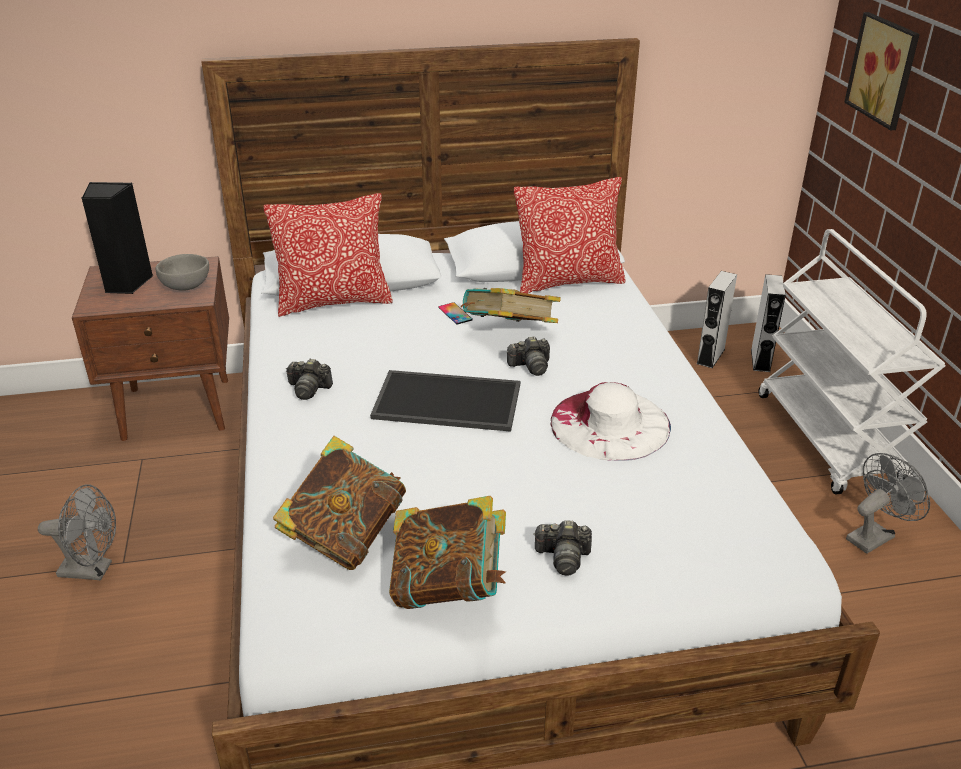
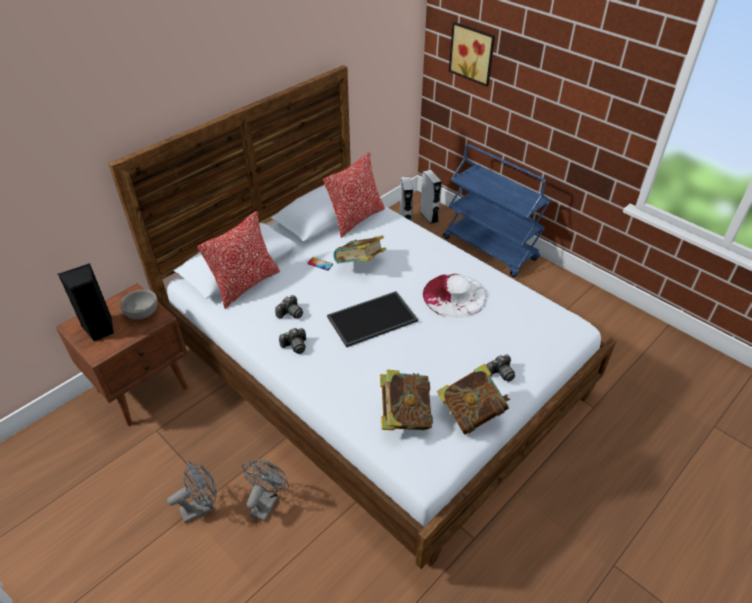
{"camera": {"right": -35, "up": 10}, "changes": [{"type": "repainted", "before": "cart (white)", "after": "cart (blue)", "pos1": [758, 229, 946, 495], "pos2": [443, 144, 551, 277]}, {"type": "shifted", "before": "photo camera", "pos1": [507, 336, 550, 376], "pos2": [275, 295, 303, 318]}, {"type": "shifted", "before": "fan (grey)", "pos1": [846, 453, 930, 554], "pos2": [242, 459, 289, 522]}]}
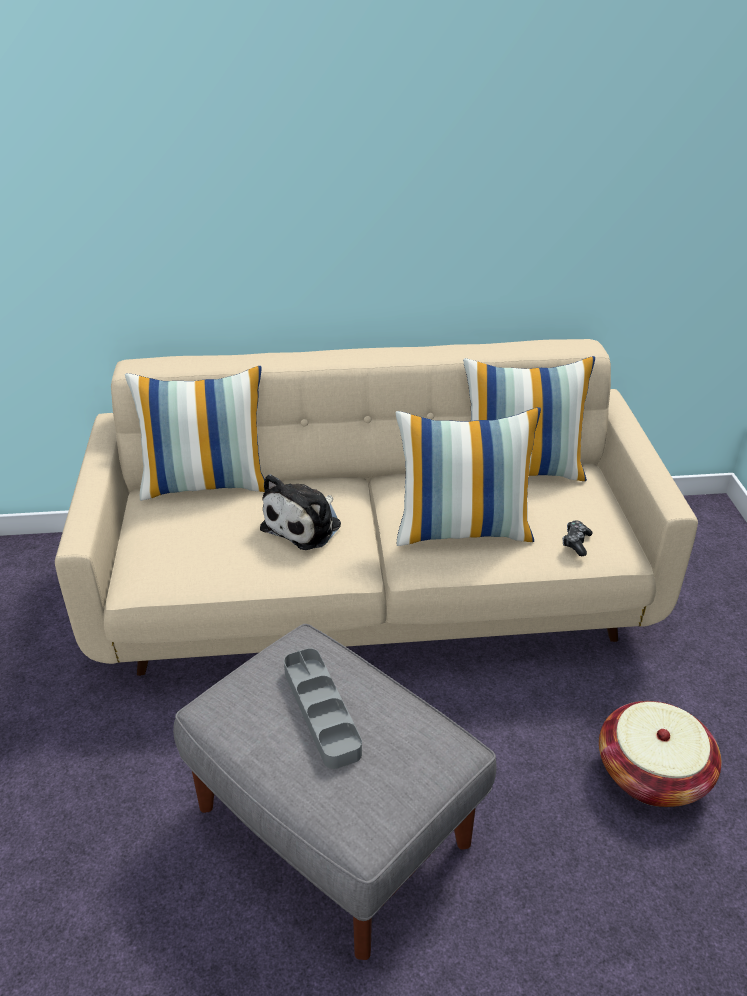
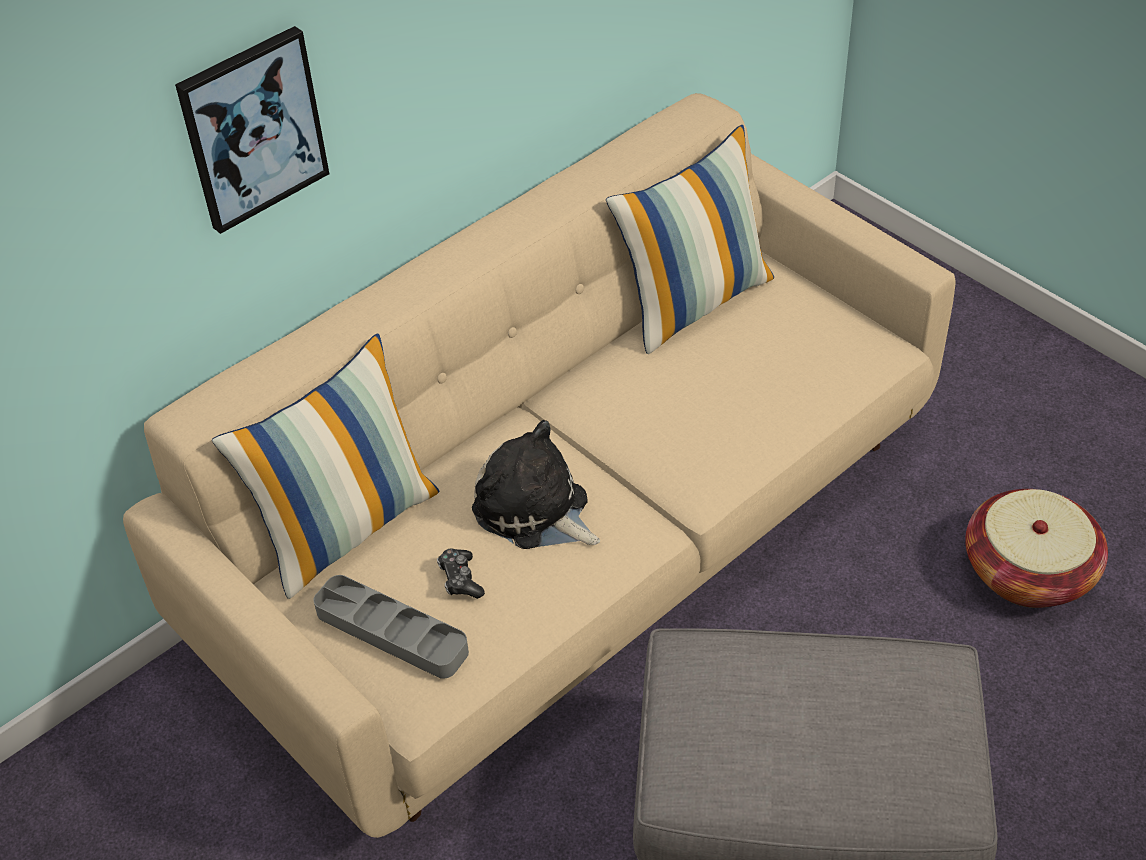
{"camera": {"right": -35, "up": 10}, "changes": [{"type": "gone", "before": "pillow", "pos1": [396, 407, 541, 546]}, {"type": "rotated", "before": "plush toy", "pos1": [260, 474, 341, 550], "pos2": [472, 420, 600, 549], "turn": 135}, {"type": "shifted", "before": "game controller", "pos1": [563, 520, 592, 556], "pos2": [437, 549, 485, 599]}, {"type": "shifted", "before": "tray (grey)", "pos1": [284, 648, 362, 769], "pos2": [314, 575, 469, 679]}, {"type": "new", "after": "picture", "pos2": [175, 26, 329, 234]}]}
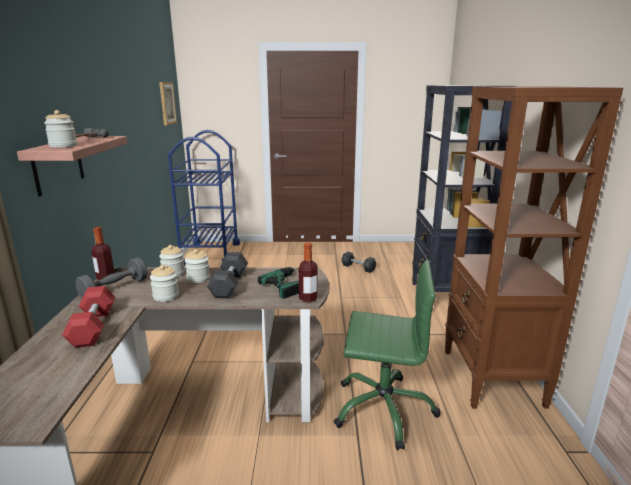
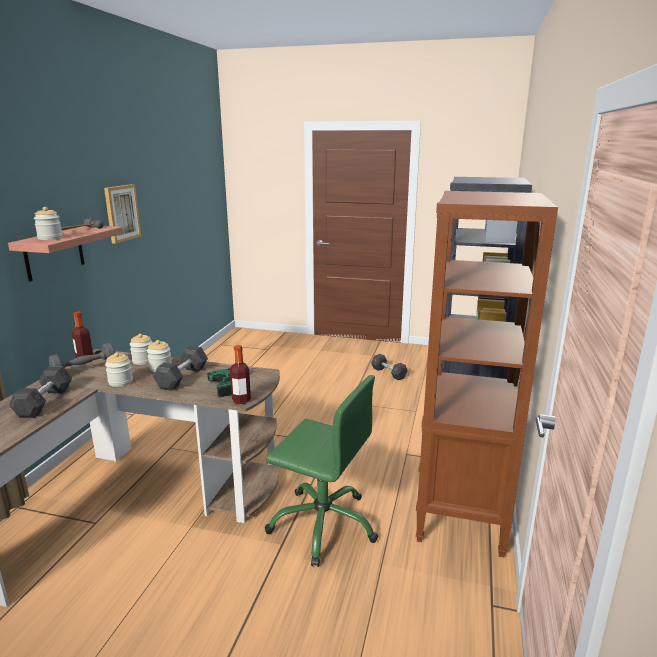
{"camera": {"right": 15, "up": 0}, "changes": [{"type": "shifted", "before": "picture", "pos1": [159, 82, 177, 125], "pos2": [104, 184, 141, 244]}, {"type": "gone", "before": "cart (blue)", "pos1": [168, 130, 240, 266]}, {"type": "repainted", "before": "dumbbell (red)", "after": "dumbbell (grey)", "pos1": [62, 286, 116, 348], "pos2": [9, 366, 72, 418]}]}
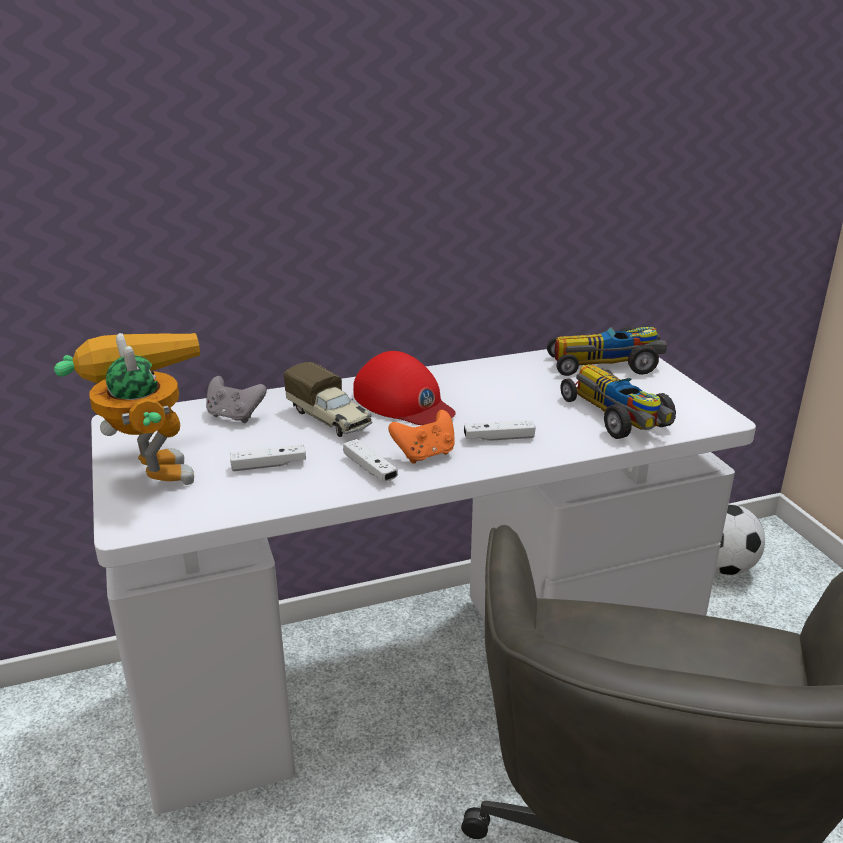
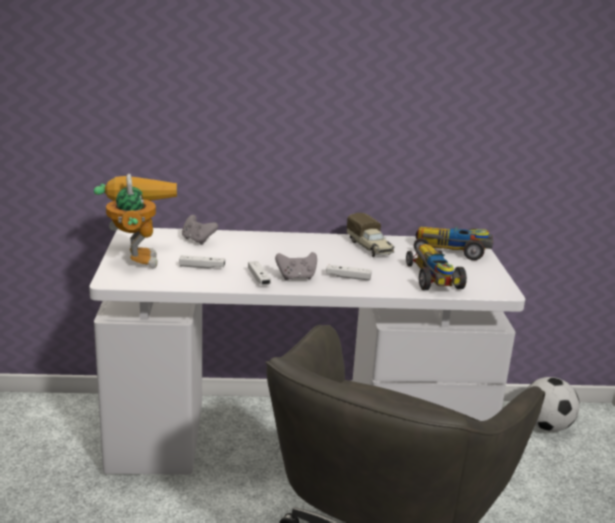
{"camera": {"right": 15, "up": -5}, "changes": [{"type": "gone", "before": "cap (red)", "pos1": [353, 351, 456, 425]}, {"type": "shifted", "before": "toy truck", "pos1": [284, 362, 373, 437], "pos2": [347, 213, 395, 257]}, {"type": "repainted", "before": "game controller (orange)", "after": "game controller (grey)", "pos1": [388, 410, 455, 464], "pos2": [275, 252, 317, 281]}]}
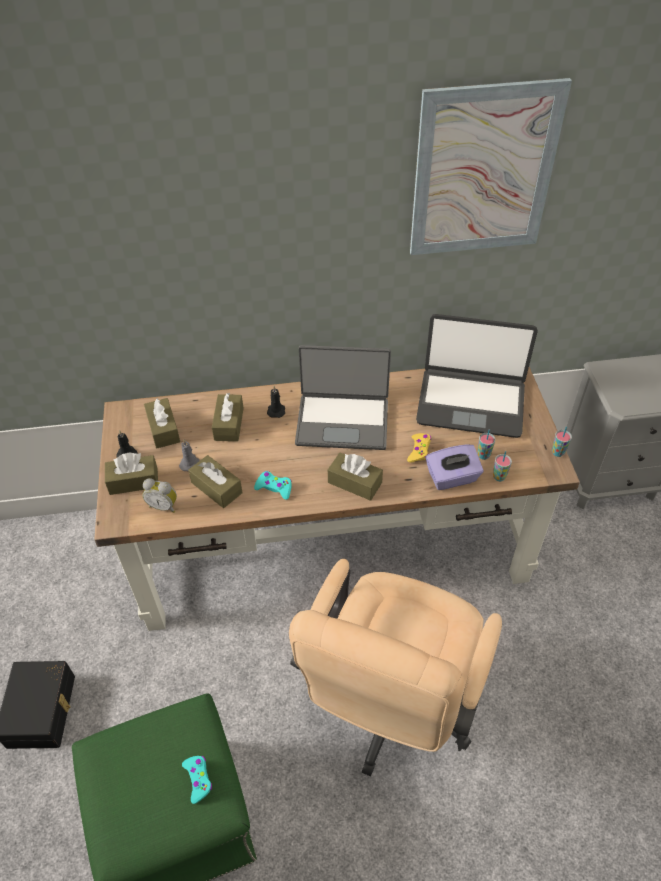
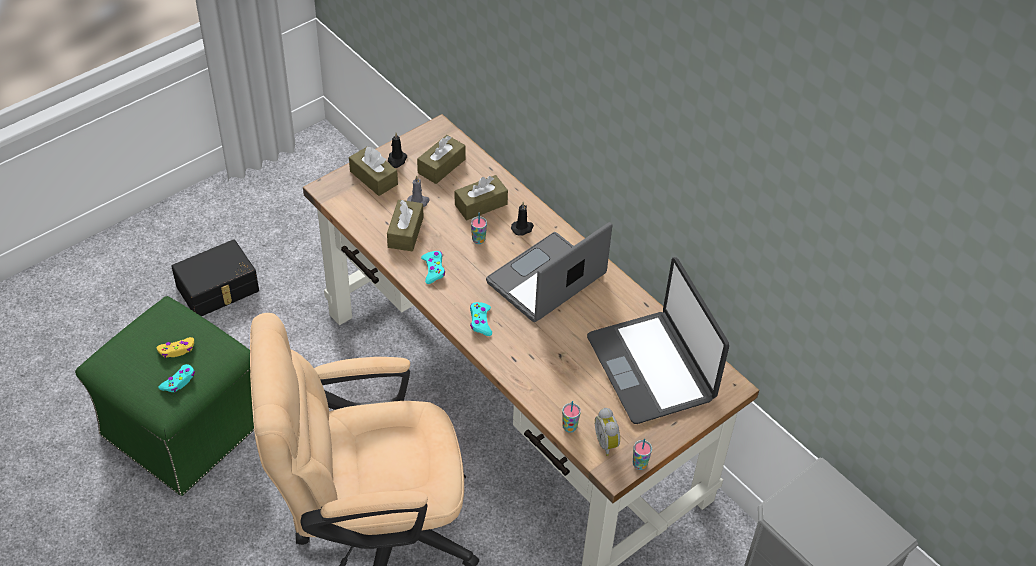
{"camera": {"right": 55, "up": 0}, "changes": [{"type": "gone", "before": "picture", "pos1": [410, 78, 572, 255]}, {"type": "rotated", "before": "laptop", "pos1": [295, 345, 391, 450], "pos2": [486, 222, 612, 322], "turn": 75}, {"type": "shifted", "before": "cup", "pos1": [477, 430, 495, 460], "pos2": [471, 213, 487, 244]}, {"type": "shifted", "before": "game controller (yellow)", "pos1": [407, 433, 431, 463], "pos2": [156, 337, 194, 358]}, {"type": "gone", "before": "tissue box (purple)", "pos1": [426, 445, 484, 490]}, {"type": "swapped", "before": "tissue box (brown)", "after": "game controller (turquoise)", "pos1": [328, 453, 383, 501], "pos2": [470, 302, 492, 336]}, {"type": "shifted", "before": "alarm clock", "pos1": [142, 478, 177, 513], "pos2": [595, 408, 620, 456]}]}
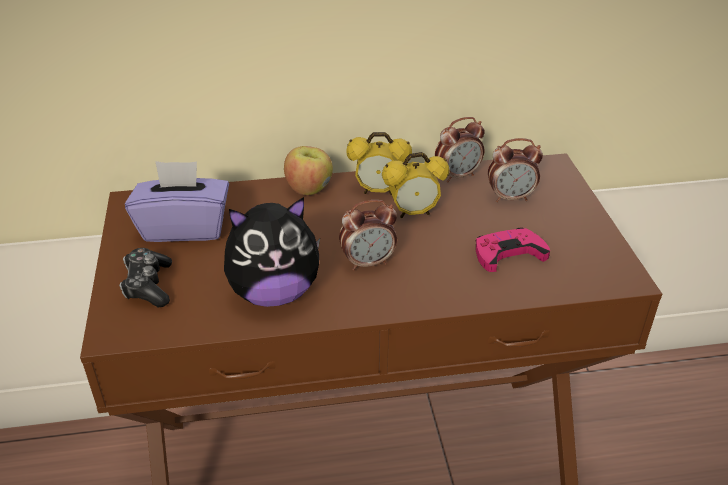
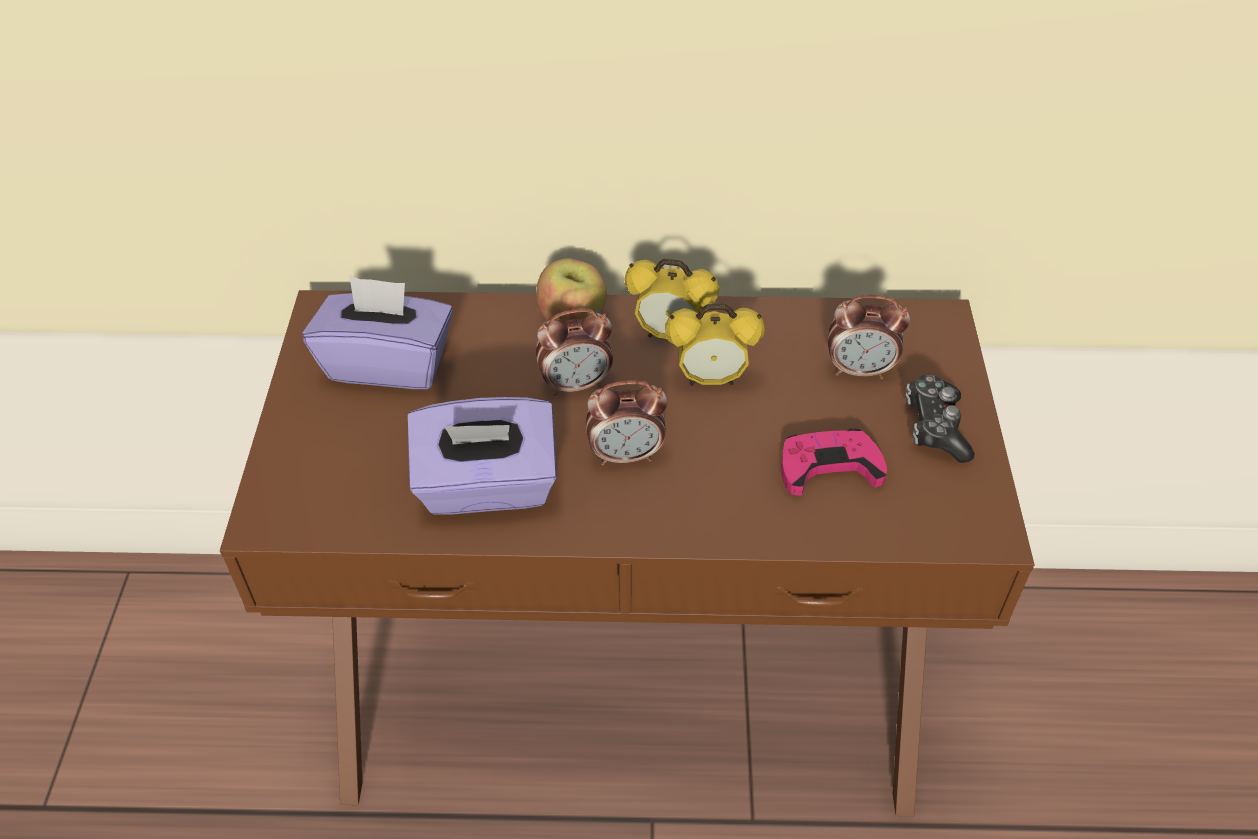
{"camera": {"right": 10, "up": 10}, "changes": [{"type": "shifted", "before": "alarm clock", "pos1": [435, 117, 485, 182], "pos2": [536, 309, 613, 396]}, {"type": "swapped", "before": "plush toy", "after": "tissue box (purple)", "pos1": [224, 197, 320, 307], "pos2": [408, 397, 557, 515]}, {"type": "shifted", "before": "game controller", "pos1": [119, 248, 172, 308], "pos2": [906, 374, 974, 463]}]}
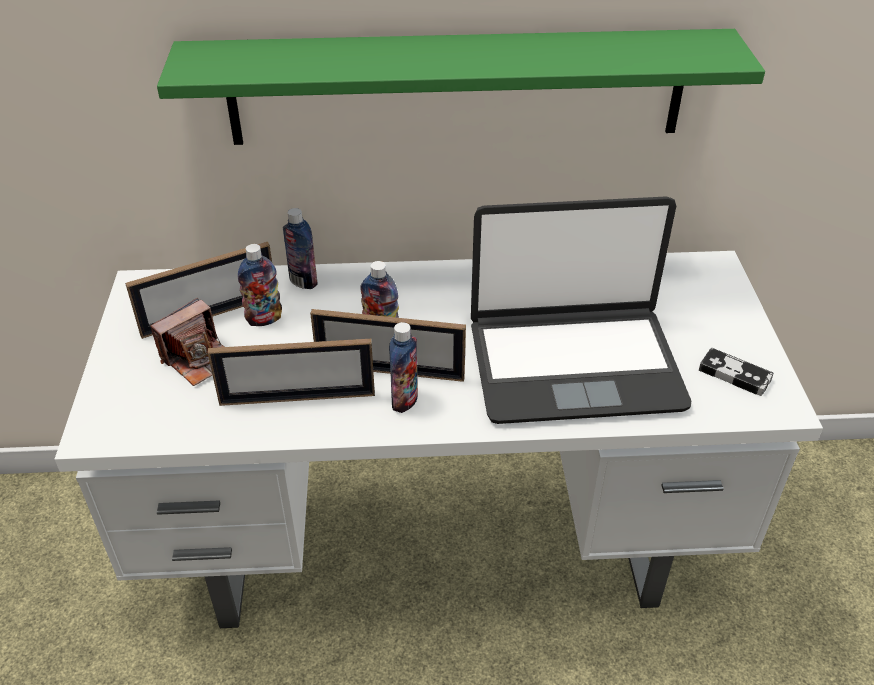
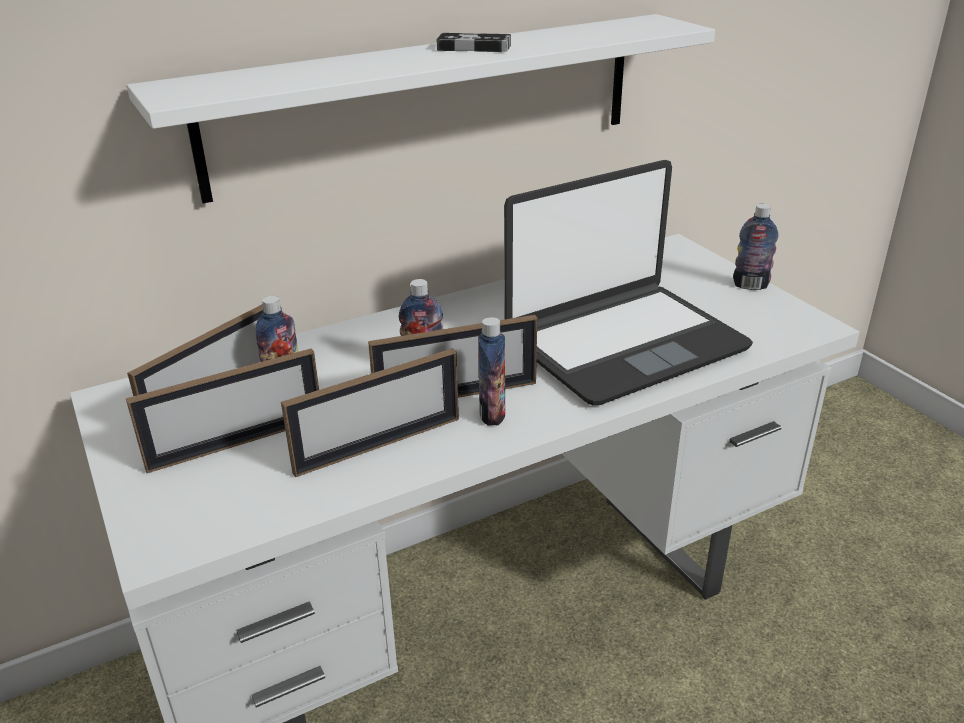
{"camera": {"right": -25, "up": -10}, "changes": [{"type": "repainted", "before": "shelf (green)", "after": "shelf (white)", "pos1": [157, 29, 765, 145], "pos2": [127, 14, 715, 203]}, {"type": "shifted", "before": "bottle", "pos1": [283, 208, 318, 289], "pos2": [733, 204, 778, 290]}, {"type": "swapped", "before": "photo camera", "after": "picture frame", "pos1": [150, 298, 224, 386], "pos2": [126, 348, 319, 473]}, {"type": "shifted", "before": "game controller", "pos1": [699, 348, 774, 396], "pos2": [436, 33, 511, 52]}]}
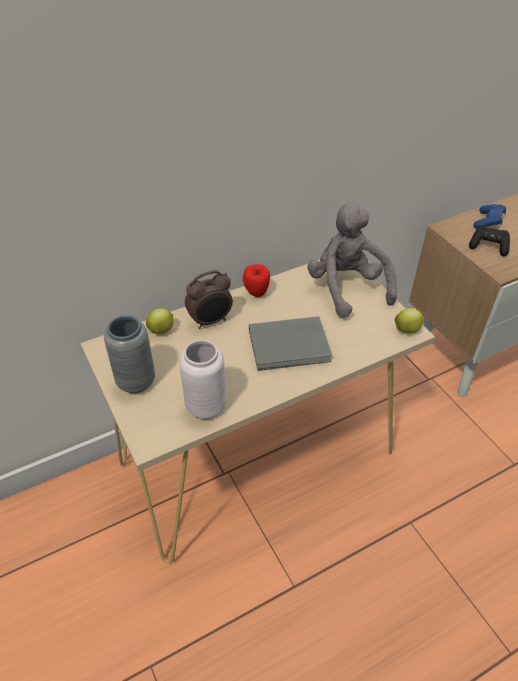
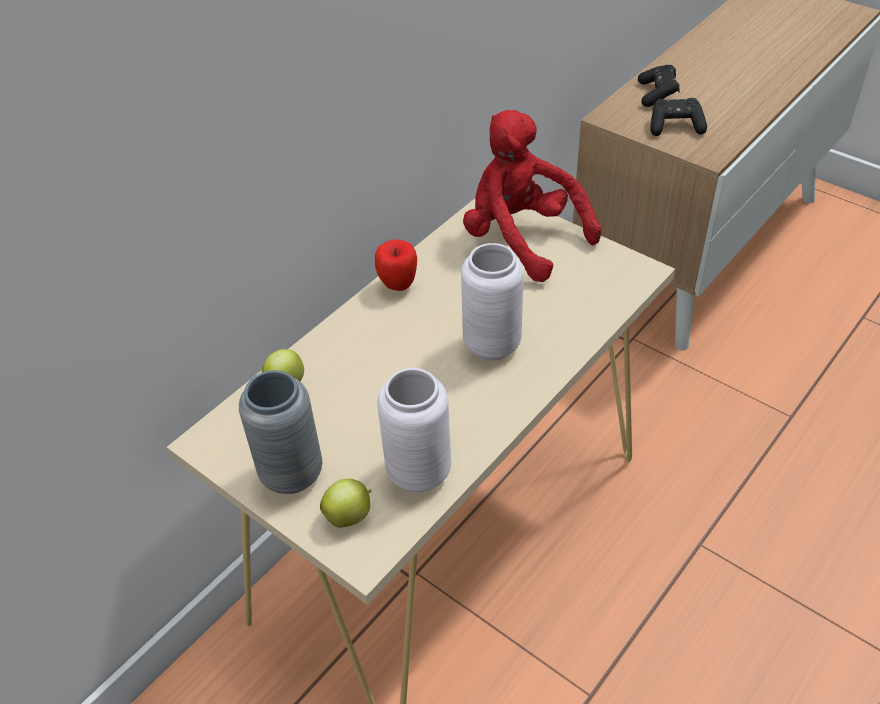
{"camera": {"right": -20, "up": 0}, "changes": [{"type": "repainted", "before": "plush toy (grey)", "after": "plush toy (red)", "pos1": [307, 203, 397, 318], "pos2": [463, 110, 601, 282]}, {"type": "repainted", "before": "game controller (blue)", "after": "game controller (black)", "pos1": [474, 204, 506, 229], "pos2": [638, 65, 680, 107]}, {"type": "gone", "before": "alarm clock", "pos1": [185, 270, 233, 329]}, {"type": "shifted", "before": "apple", "pos1": [395, 308, 424, 333], "pos2": [320, 479, 371, 528]}, {"type": "swapped", "before": "book (grey)", "after": "vase (white)", "pos1": [249, 316, 332, 371], "pos2": [461, 243, 524, 361]}]}
